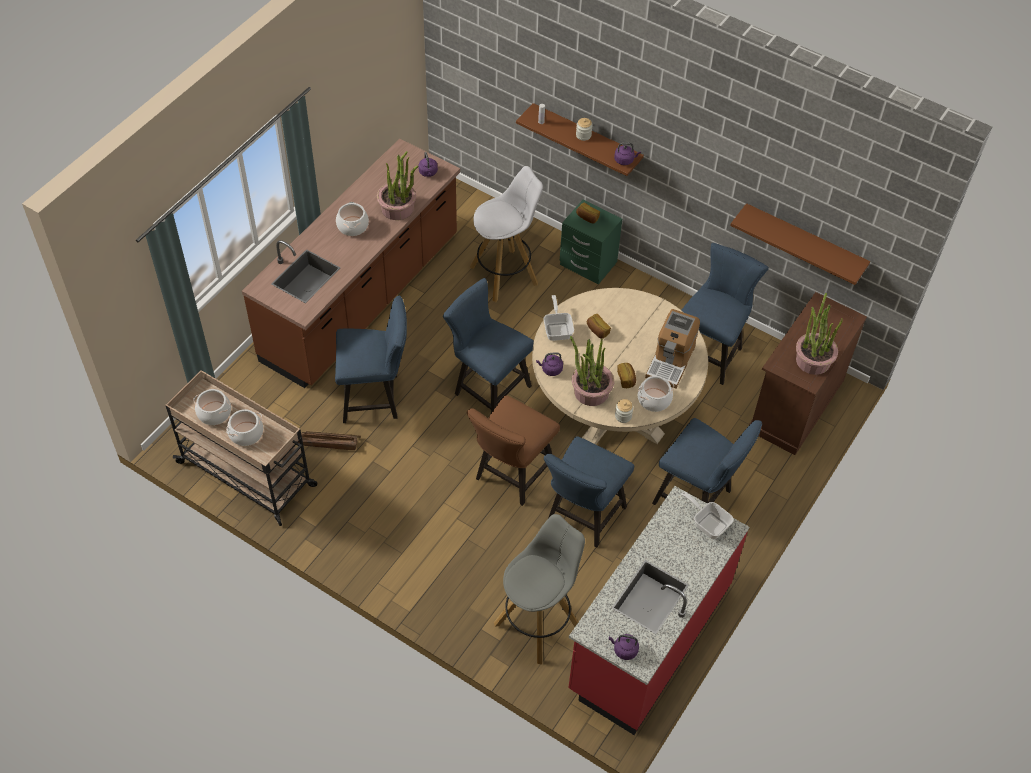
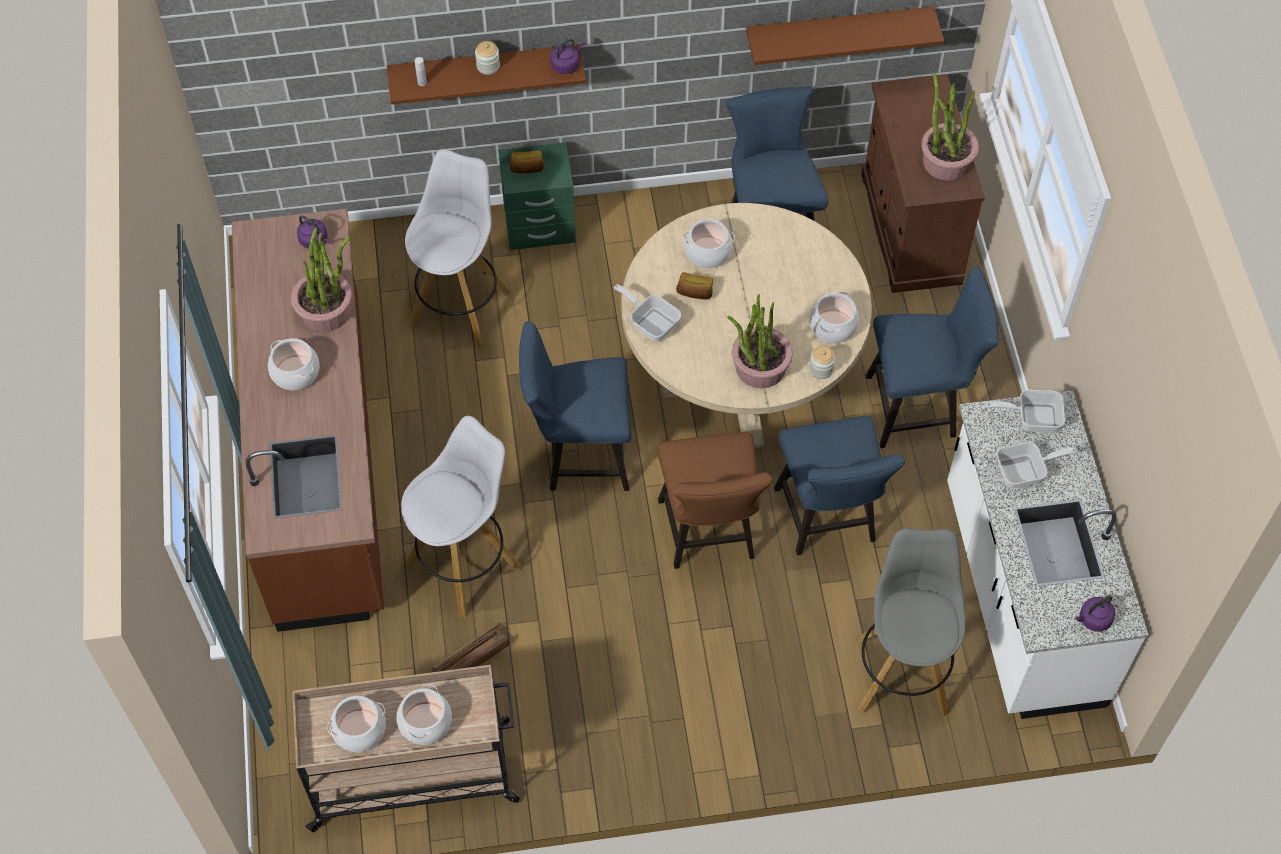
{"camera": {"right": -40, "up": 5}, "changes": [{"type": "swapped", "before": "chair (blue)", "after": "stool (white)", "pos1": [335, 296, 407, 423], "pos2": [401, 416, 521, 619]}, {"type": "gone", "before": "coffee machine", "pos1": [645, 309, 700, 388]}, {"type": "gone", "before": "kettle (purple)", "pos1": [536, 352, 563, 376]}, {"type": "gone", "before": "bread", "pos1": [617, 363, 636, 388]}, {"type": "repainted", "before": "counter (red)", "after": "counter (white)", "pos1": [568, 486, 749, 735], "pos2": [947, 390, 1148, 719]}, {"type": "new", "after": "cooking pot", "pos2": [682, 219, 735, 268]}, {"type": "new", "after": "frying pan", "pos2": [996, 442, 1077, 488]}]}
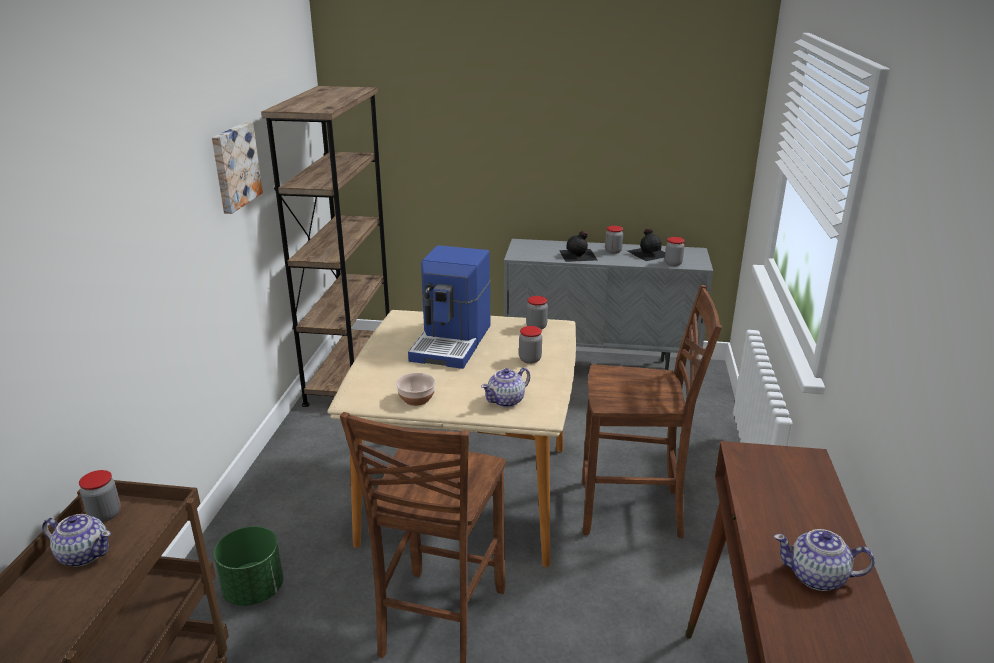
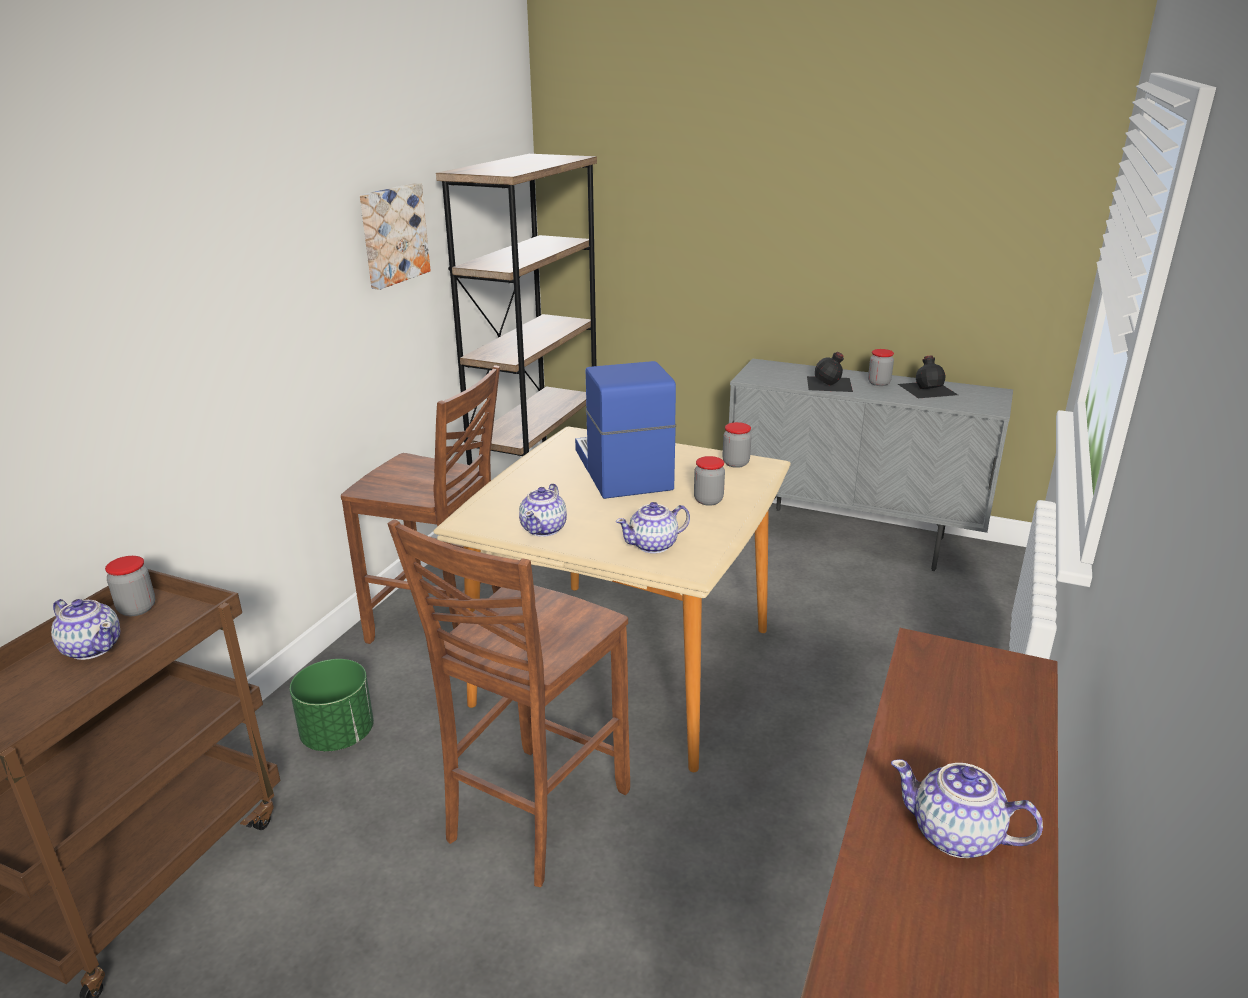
{"camera": {"right": 15, "up": 0}, "changes": [{"type": "gone", "before": "jar", "pos1": [665, 237, 685, 266]}, {"type": "rotated", "before": "coffee machine", "pos1": [408, 245, 491, 369], "pos2": [575, 361, 676, 499], "turn": 135}, {"type": "shifted", "before": "chair (brown)", "pos1": [582, 285, 722, 538], "pos2": [341, 365, 501, 644]}, {"type": "swapped", "before": "bowl", "after": "teapot", "pos1": [396, 373, 435, 406], "pos2": [519, 483, 567, 537]}]}
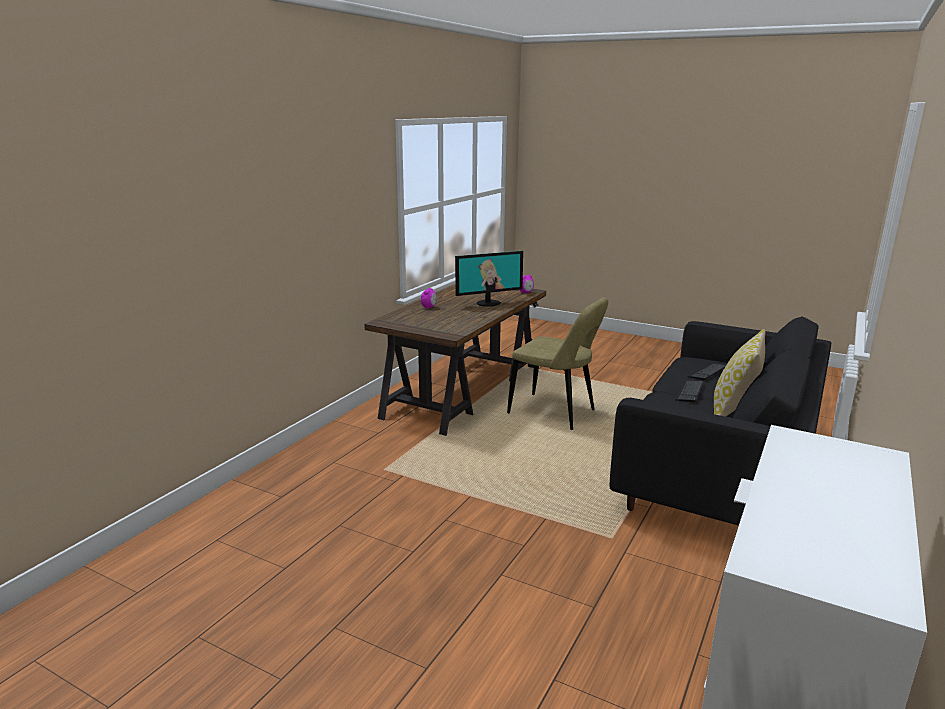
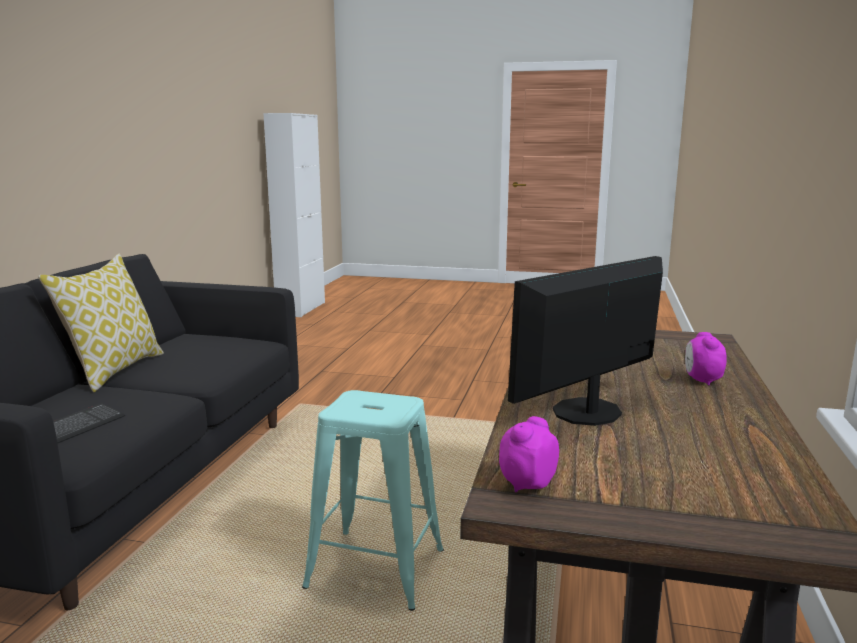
{"camera": {"right": 165, "up": -5}, "changes": [{"type": "swapped", "before": "chair (beige)", "after": "stool (turquoise)", "pos1": [507, 297, 608, 430], "pos2": [302, 390, 444, 611]}, {"type": "gone", "before": "keyboard", "pos1": [675, 380, 704, 403]}]}
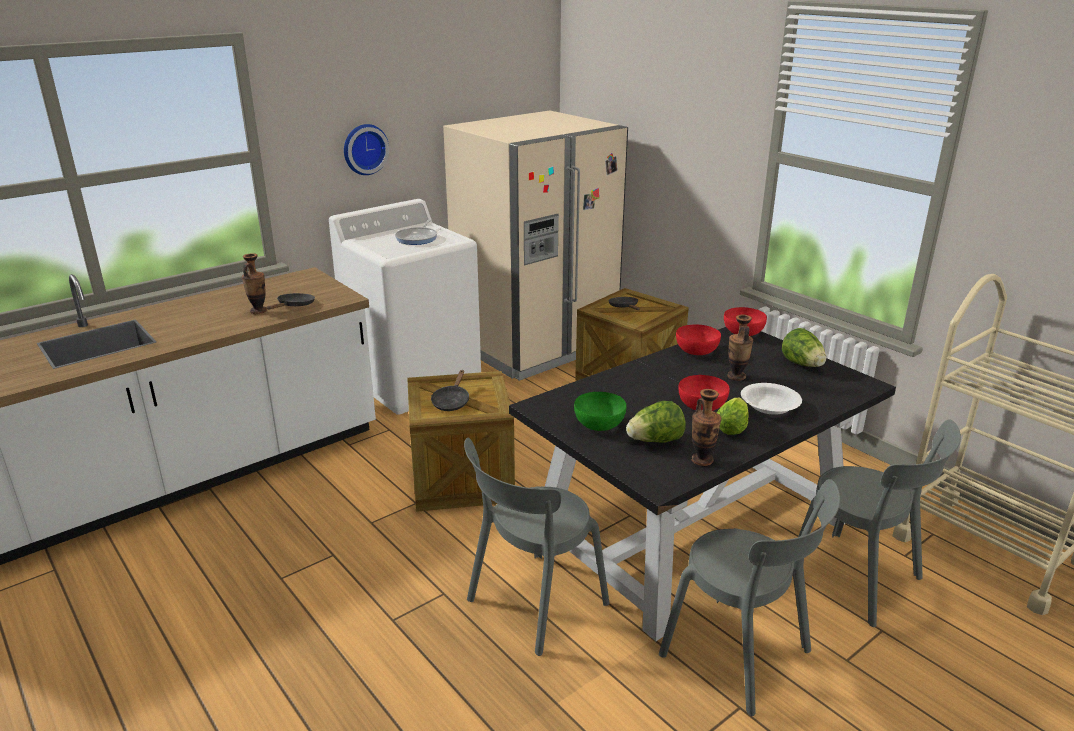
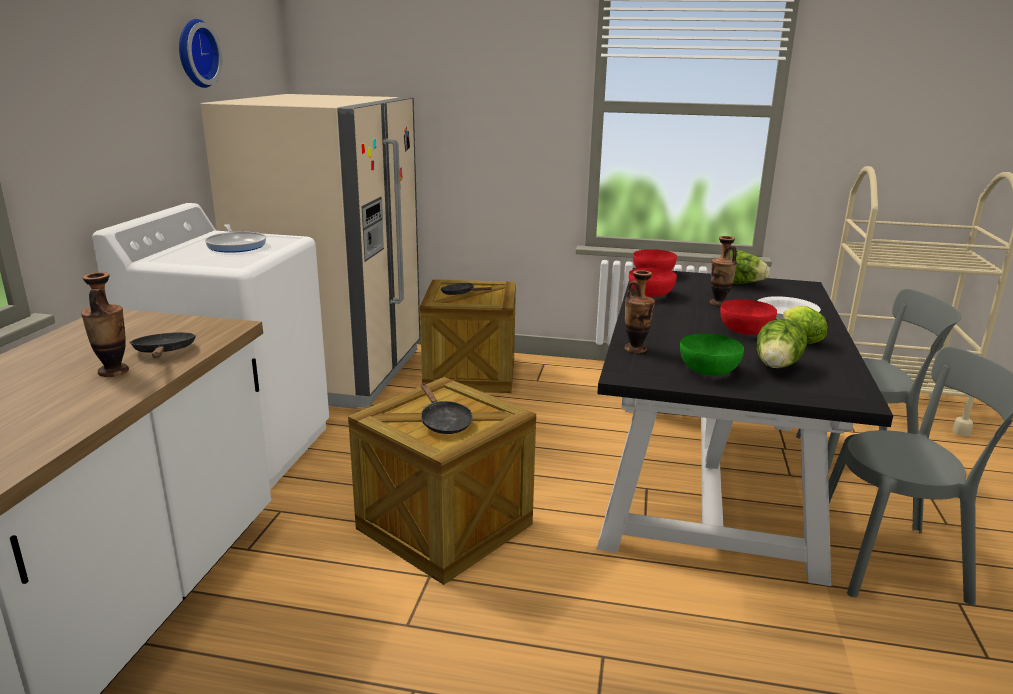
{"camera": {"right": -40, "up": -5}, "changes": [{"type": "shifted", "before": "wall clock", "pos1": [344, 124, 389, 175], "pos2": [179, 19, 223, 88]}, {"type": "shifted", "before": "vase", "pos1": [691, 389, 722, 466], "pos2": [624, 270, 655, 353]}, {"type": "gone", "before": "chair (grey)", "pos1": [464, 438, 609, 656]}]}
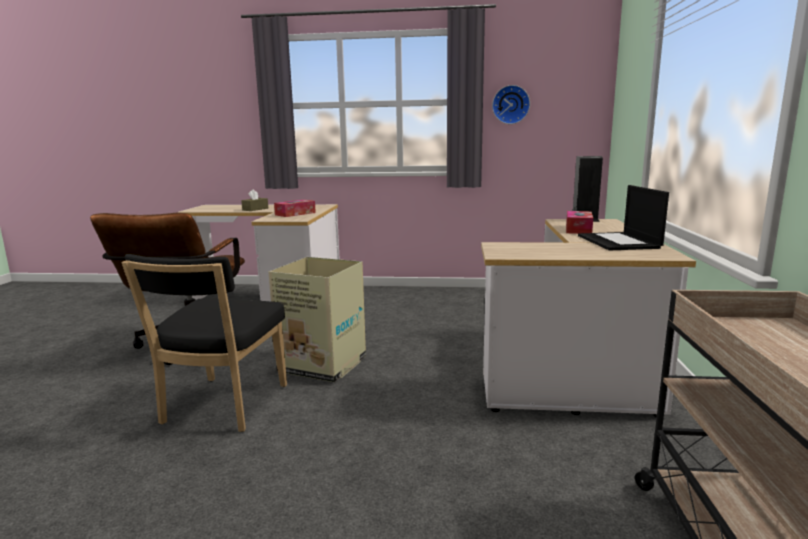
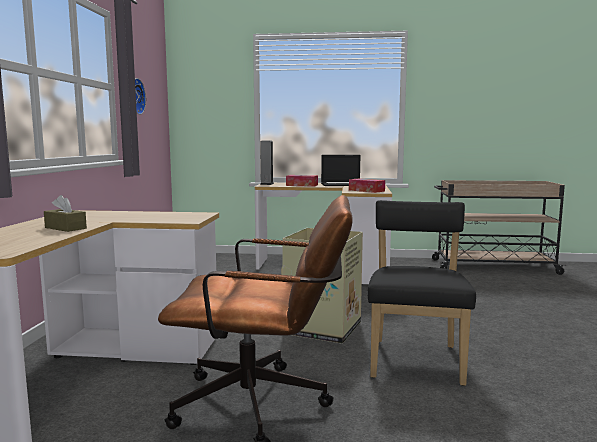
{"camera": {"right": -90, "up": -5}, "changes": [{"type": "shifted", "before": "tissue box", "pos1": [274, 200, 316, 217], "pos2": [349, 178, 385, 193]}, {"type": "rotated", "before": "chair (black)", "pos1": [121, 254, 287, 432], "pos2": [368, 200, 476, 386], "turn": -90}]}
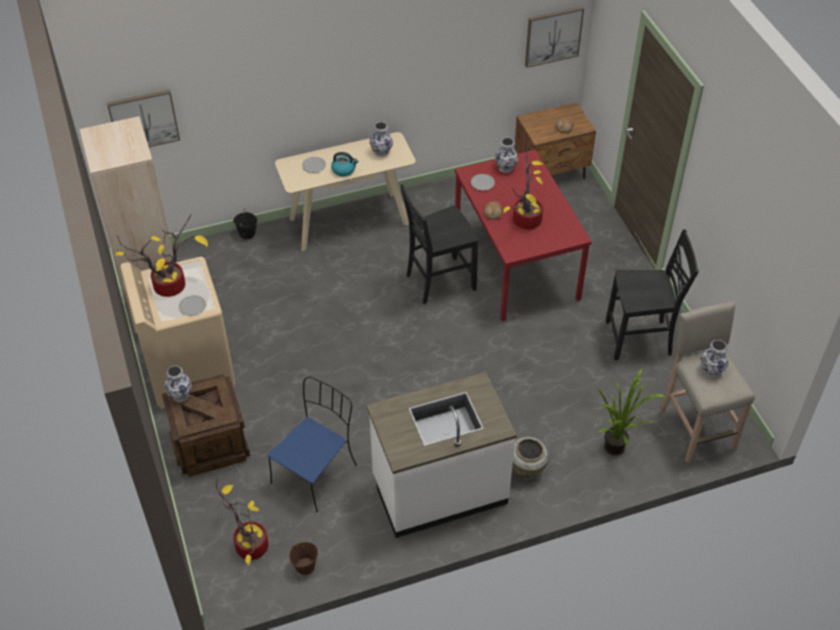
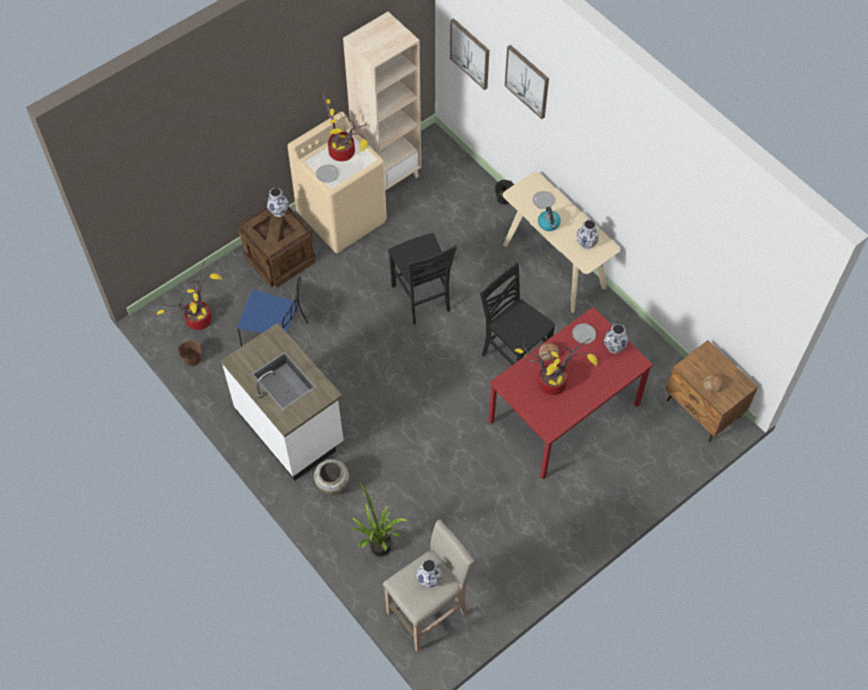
{"camera": {"right": 70, "up": 10}, "changes": [{"type": "shifted", "before": "picture", "pos1": [525, 6, 584, 68], "pos2": [505, 45, 549, 119]}, {"type": "shifted", "before": "chair (black)", "pos1": [606, 229, 699, 360], "pos2": [388, 233, 457, 325]}]}
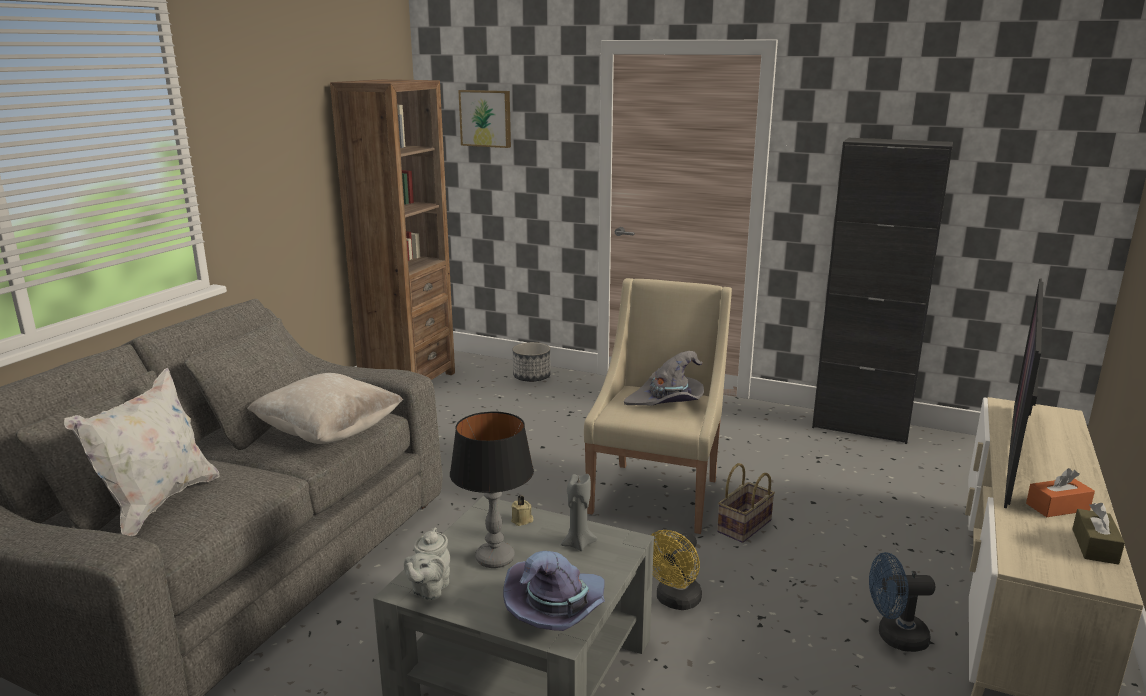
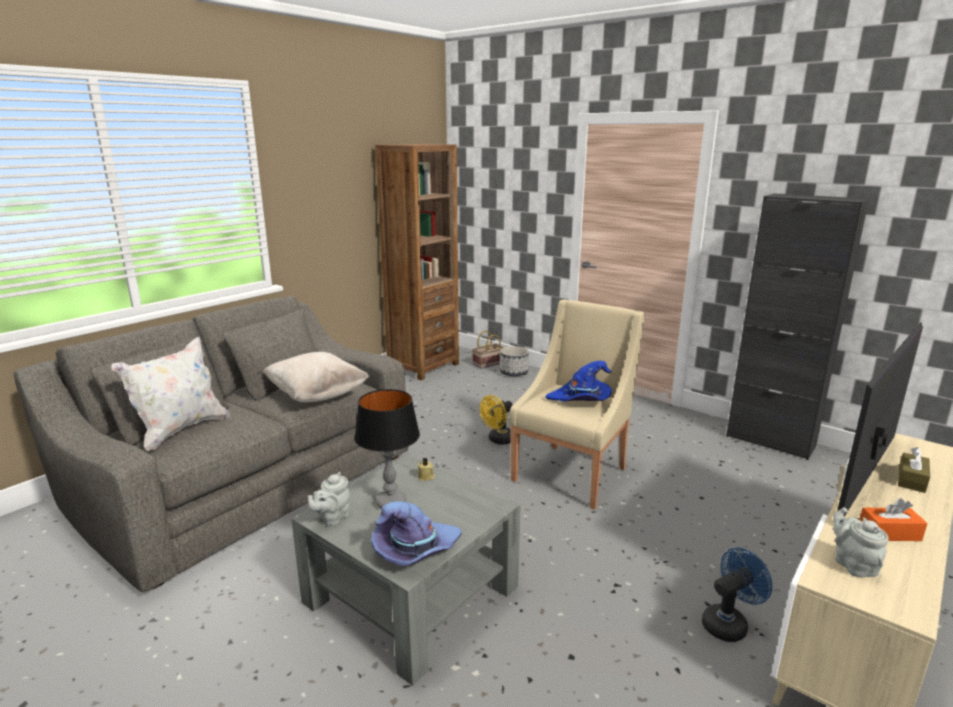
{"camera": {"right": 15, "up": 0}, "changes": [{"type": "gone", "before": "picture", "pos1": [458, 90, 511, 148]}, {"type": "repainted", "before": "hat (grey)", "after": "hat (blue)", "pos1": [624, 351, 704, 406], "pos2": [546, 361, 612, 402]}, {"type": "shifted", "before": "basket", "pos1": [717, 463, 775, 543], "pos2": [472, 331, 504, 369]}, {"type": "gone", "before": "candle (grey)", "pos1": [560, 474, 597, 551]}, {"type": "shifted", "before": "tissue box (brown)", "pos1": [1072, 503, 1125, 565], "pos2": [898, 447, 930, 493]}, {"type": "shifted", "before": "fan (yellow)", "pos1": [651, 530, 702, 610], "pos2": [480, 395, 513, 445]}, {"type": "rotated", "before": "fan (blue)", "pos1": [869, 552, 935, 652], "pos2": [702, 547, 772, 642], "turn": 135}, {"type": "new", "after": "teapot (grey)", "pos2": [833, 507, 889, 577]}]}
